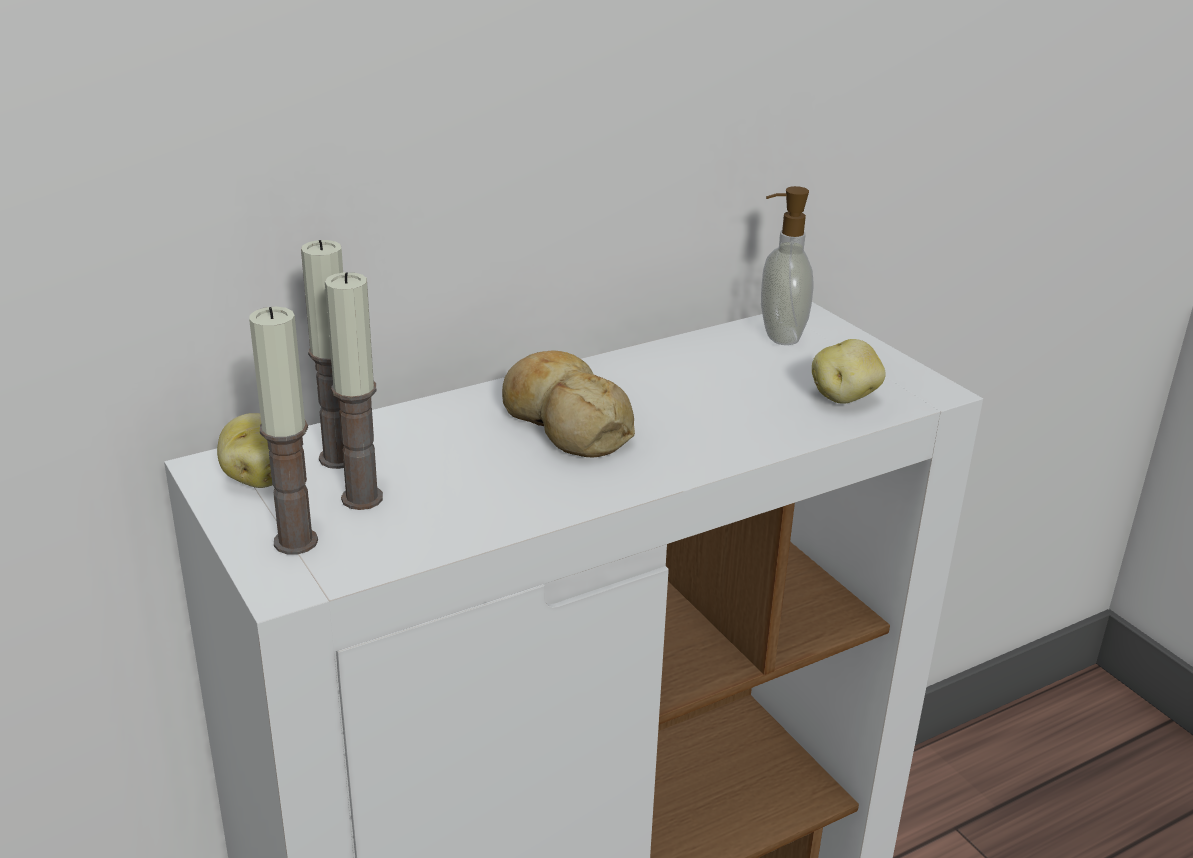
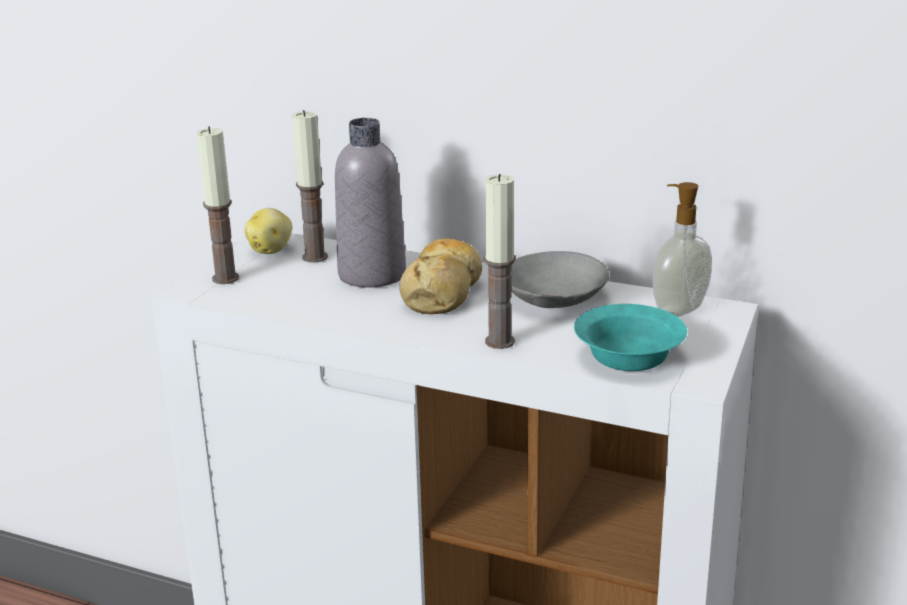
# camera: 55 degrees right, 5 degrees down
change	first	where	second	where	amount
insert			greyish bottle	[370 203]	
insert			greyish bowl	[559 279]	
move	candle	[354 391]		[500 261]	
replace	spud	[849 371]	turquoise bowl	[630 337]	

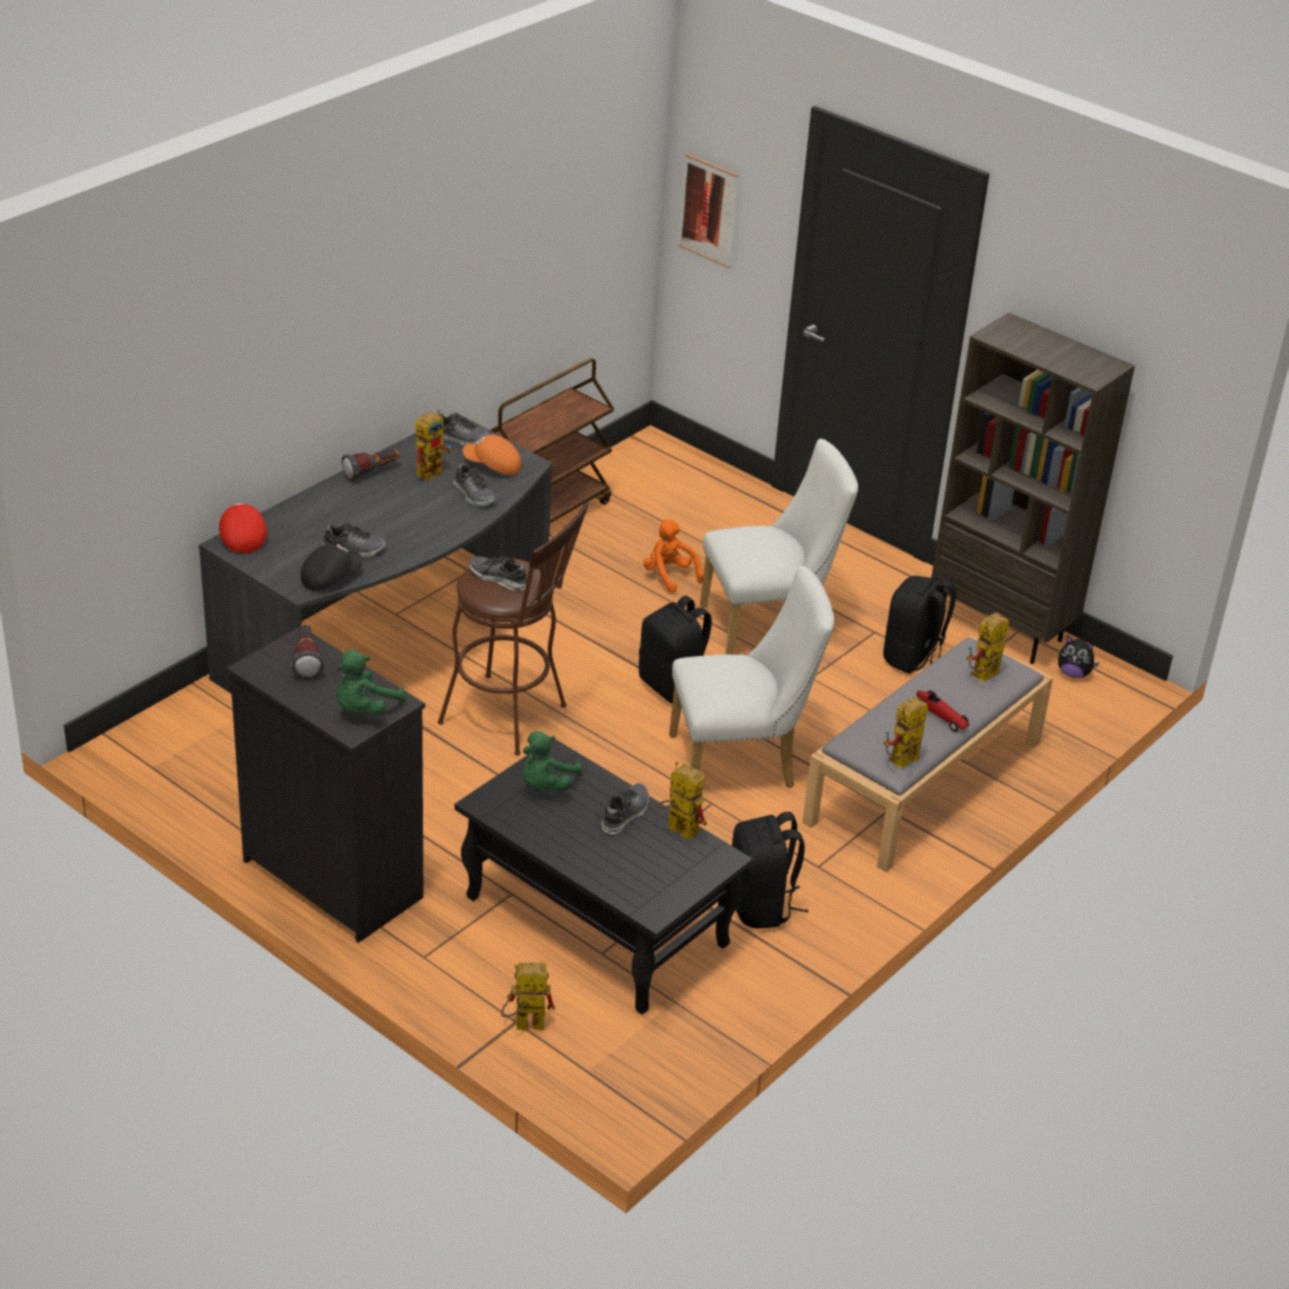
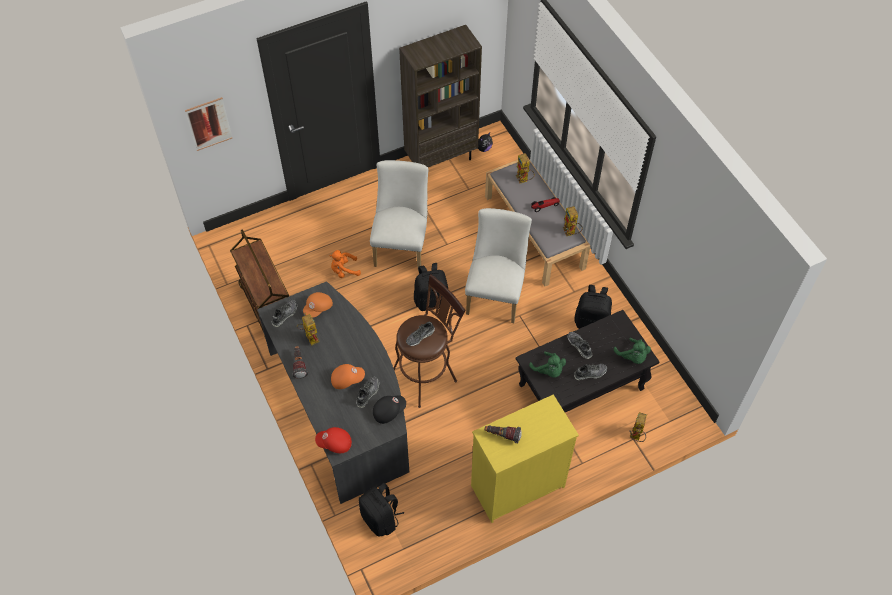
# camera: 65 degrees left, 20 degrees up
change	first	where	second	where	amount
delete	model robot	[680 801]			
insert			orange cap	[348 376]	
move	green-coloured plush toy	[371 683]		[632 351]	
move	shoe	[474 484]		[590 371]	
move	black-coloured rucksack	[920 625]		[381 509]	
recolor	black-coloured drawer chest	[326 784]	yellowish drawer chest	[525 458]	
rotate	black-coloured cap	[331 567]		[389 409]	75 degrees clockwise

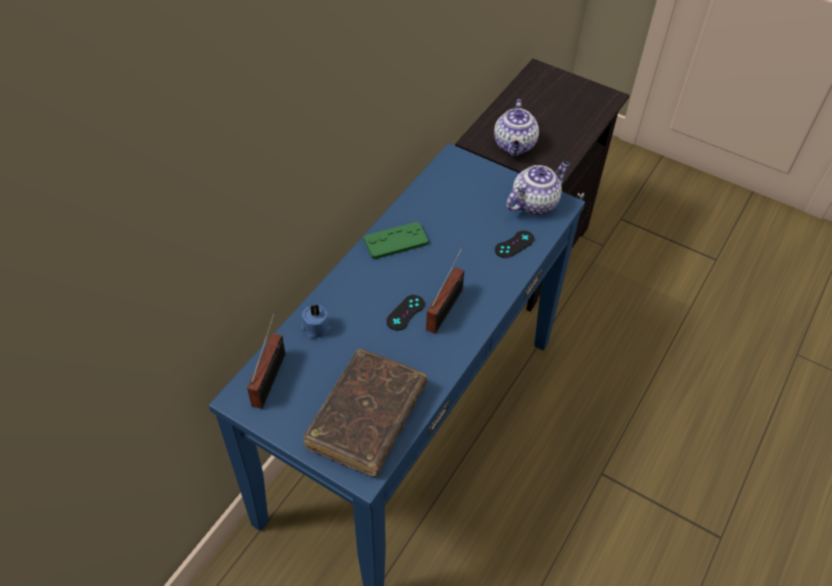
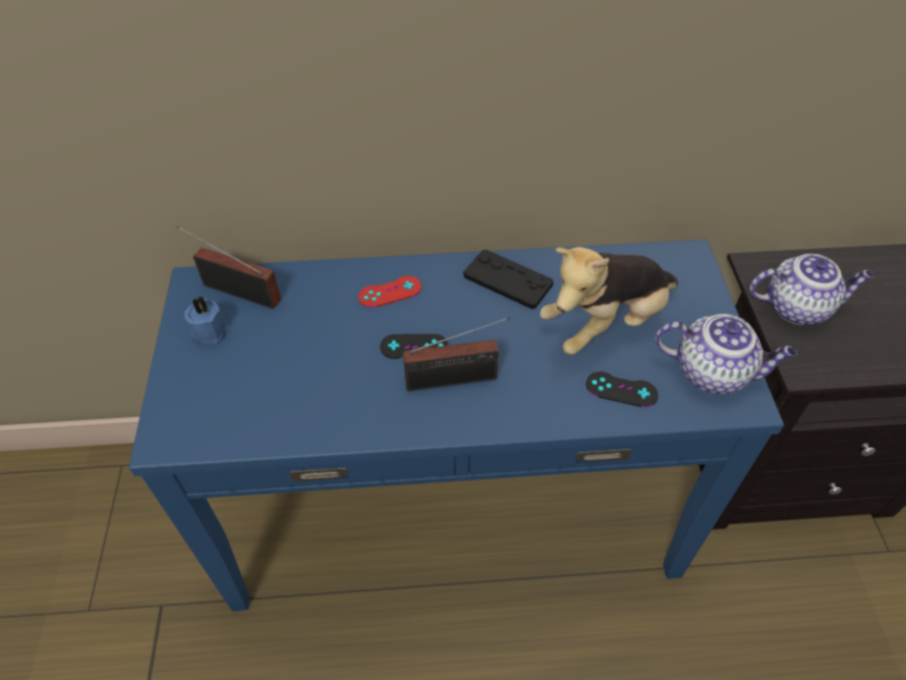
# camera: 55 degrees right, 0 degrees up
change	first	where	second	where	amount
delete	brown-coloured volume	[365 413]			
insert			red game controller	[389 292]	
insert			plush toy	[609 301]	
move	bluish candle	[316 321]		[207 320]	
recolor	green-coloured game controller	[396 240]	black-coloured game controller	[508 279]	
rotate	radio	[266 360]		[228 267]	135 degrees counterclockwise
rotate	tea pot	[516 127]		[812 289]	150 degrees counterclockwise

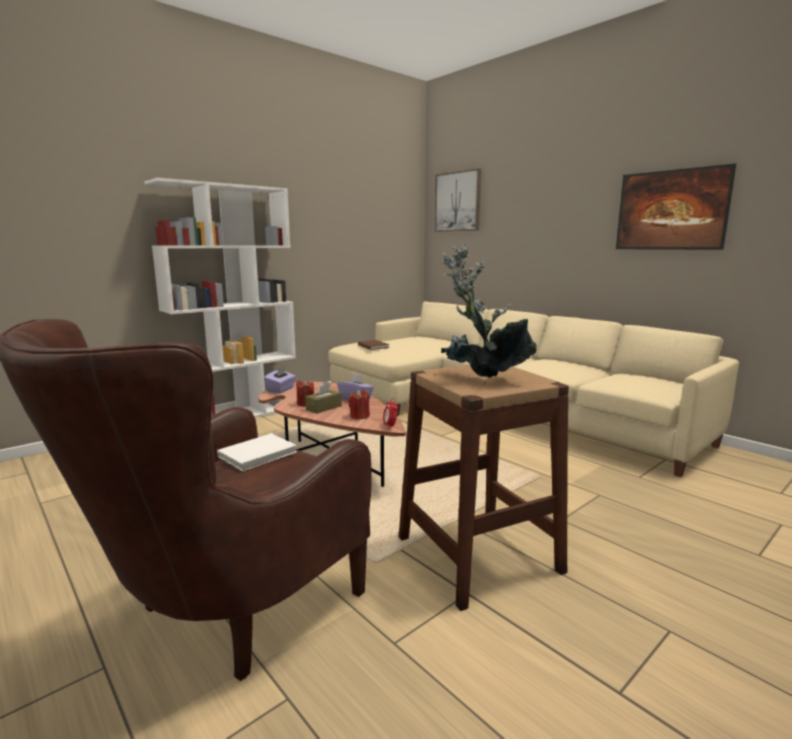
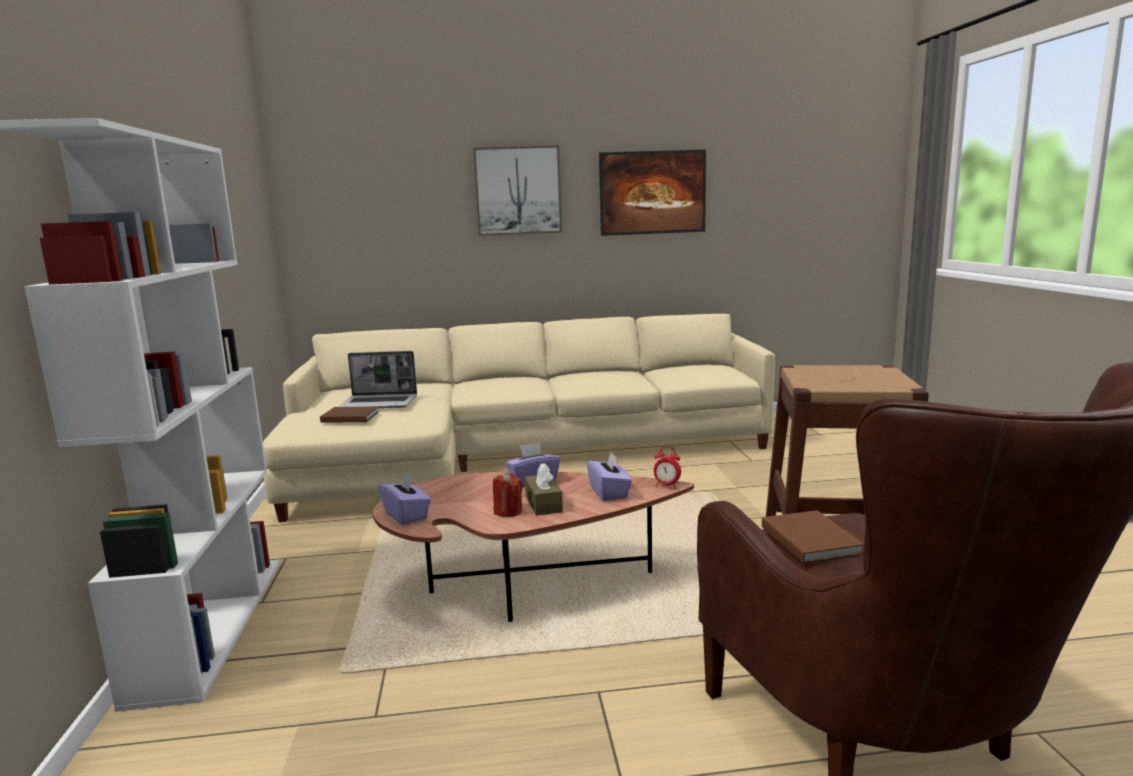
# camera: 55 degrees left, 0 degrees up
change	first	where	second	where	amount
delete	potted plant	[489 311]			
insert			notebook computer	[378 379]	
move	picture	[458 200]		[517 190]	
replace	red candle	[359 405]	purple-coloured box of tissues	[609 476]	
recolor	white-coloured volume	[257 452]	brown-coloured volume	[813 536]	

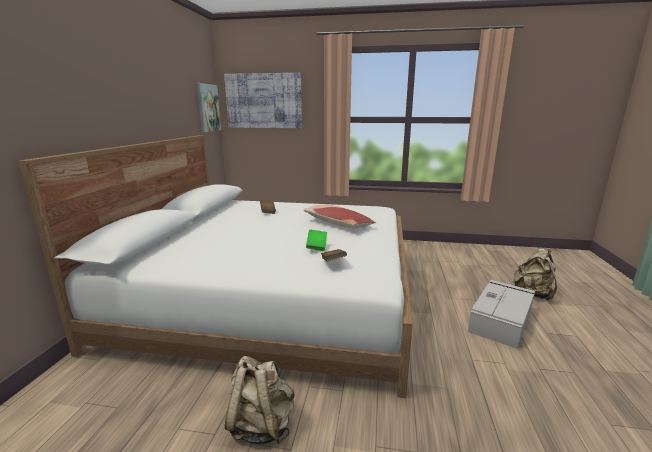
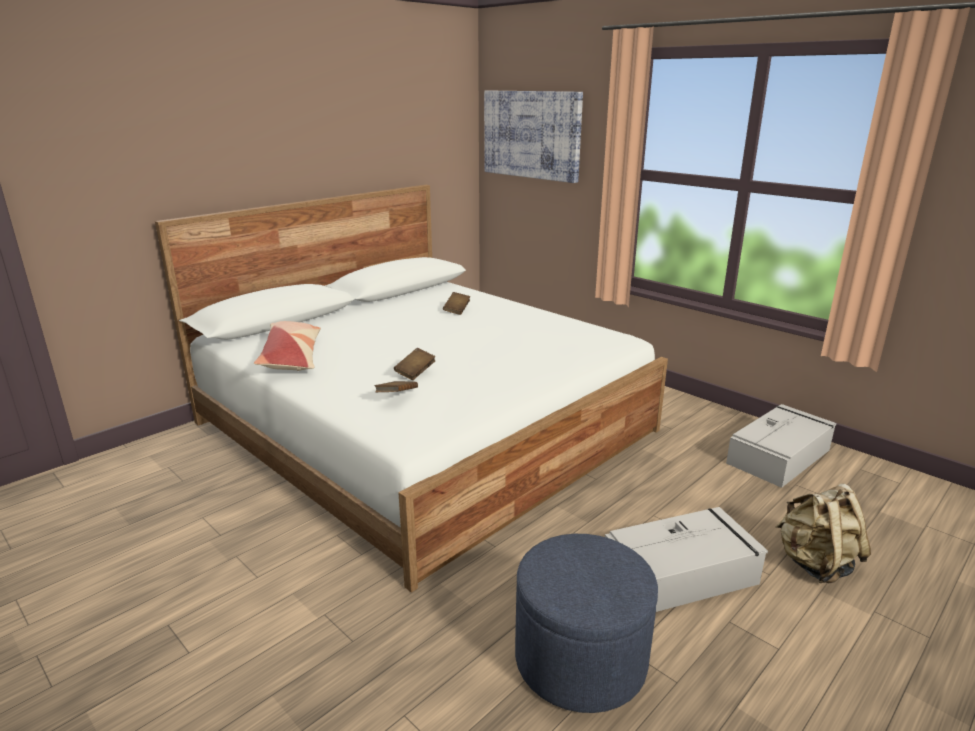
# camera: 35 degrees right, 5 degrees up
change	first	where	second	where	amount
delete	picture	[209 107]			
delete	sand-coloured rucksack	[259 400]			
insert			bluish pouffe	[586 623]	
insert			greyish storage bin	[781 446]	
move	cushion	[339 216]		[287 346]	
recolor	green-coloured volume	[316 240]	brown-coloured volume	[415 364]	

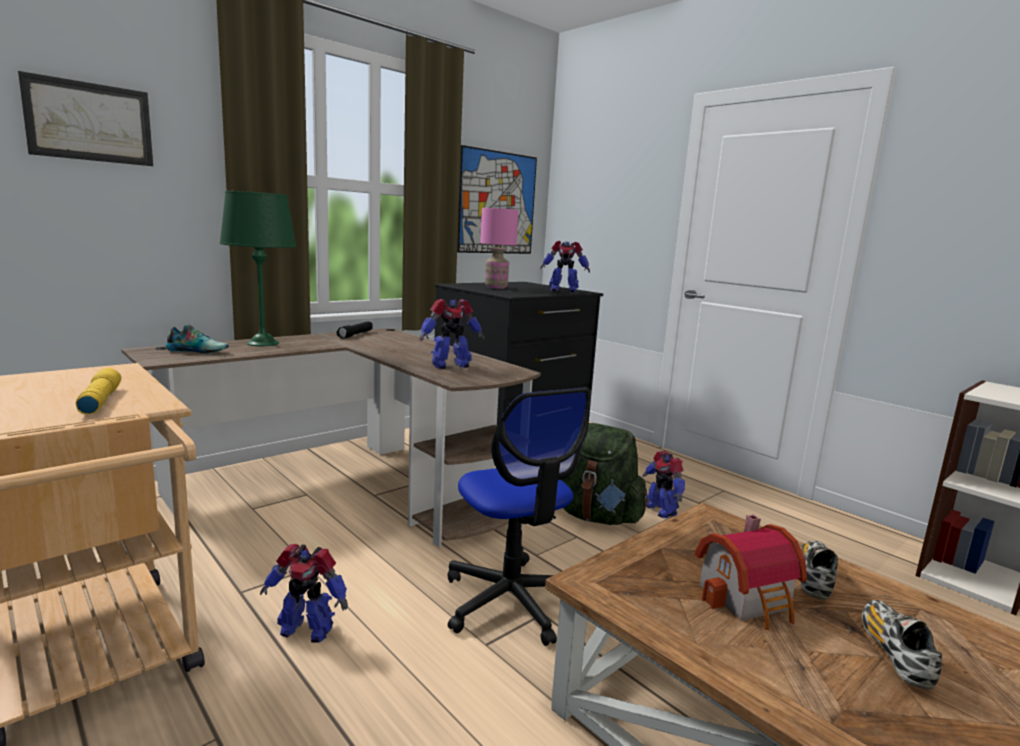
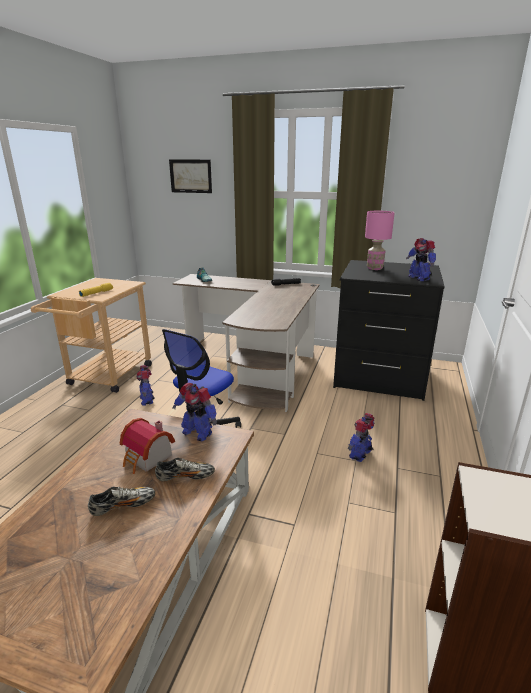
# camera: 60 degrees right, 10 degrees up
change	first	where	second	where	amount
delete	green-coloured table lamp	[258 268]			
delete	picture	[497 199]			
delete	green-coloured rucksack	[605 474]			
move	model robot	[451 334]		[195 412]	

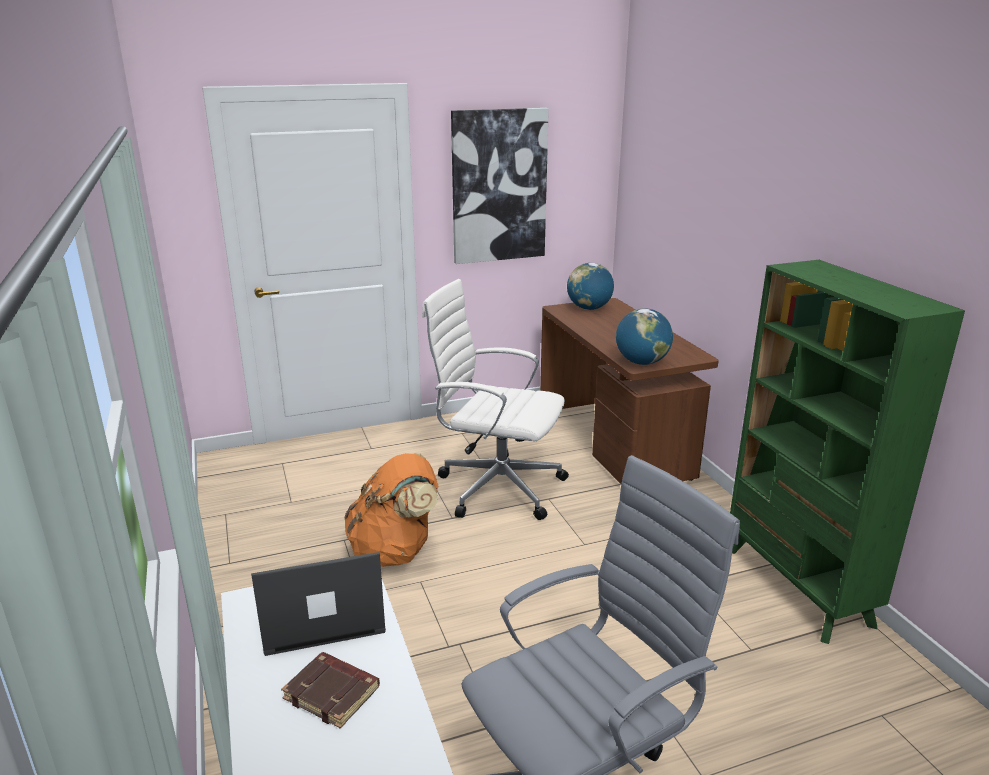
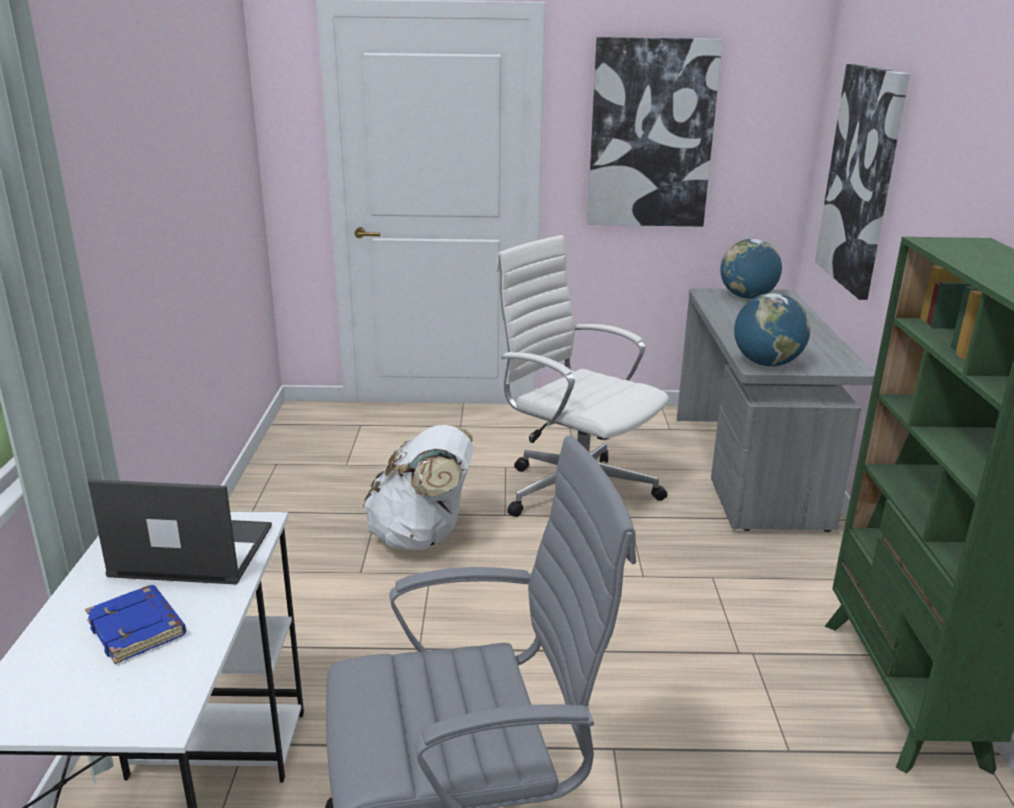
# camera: 20 degrees right, 0 degrees up
change	first	where	second	where	amount
insert			picture	[862 182]	
recolor	brown-coloured volume	[330 690]	bluish volume	[135 624]	
recolor	orange rucksack	[391 510]	white-coloured rucksack	[418 487]	
recolor	brown-coloured desk unit	[629 391]	greyish desk unit	[776 410]	

